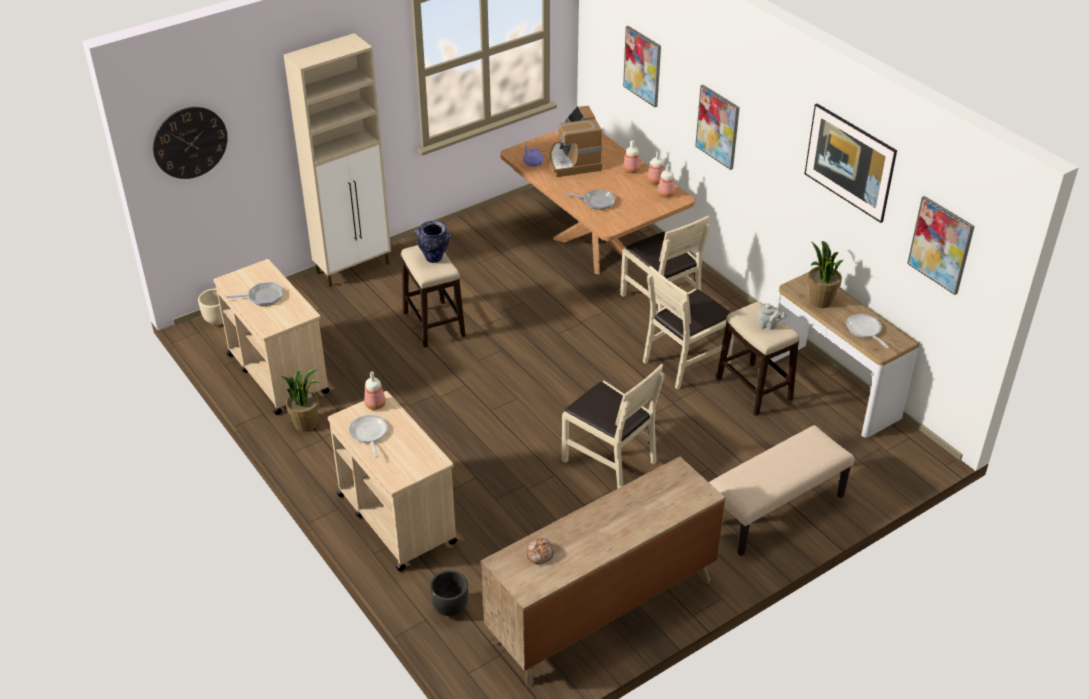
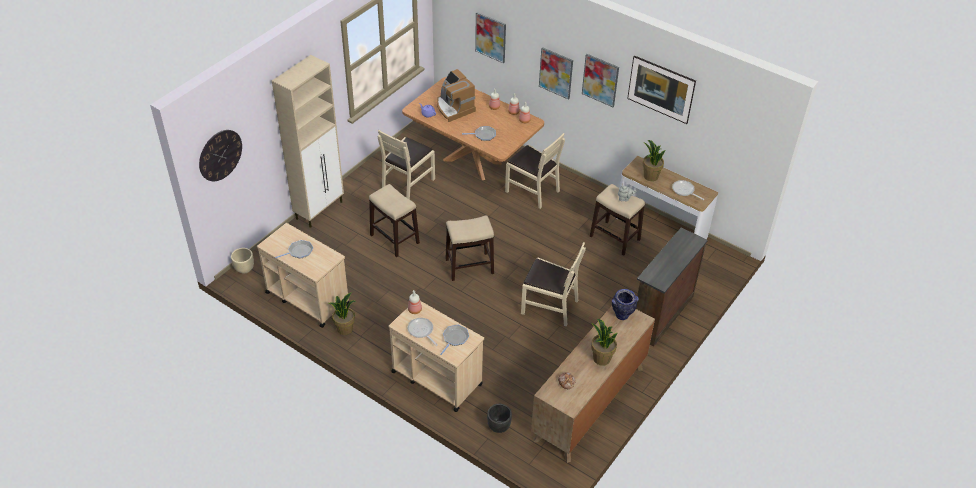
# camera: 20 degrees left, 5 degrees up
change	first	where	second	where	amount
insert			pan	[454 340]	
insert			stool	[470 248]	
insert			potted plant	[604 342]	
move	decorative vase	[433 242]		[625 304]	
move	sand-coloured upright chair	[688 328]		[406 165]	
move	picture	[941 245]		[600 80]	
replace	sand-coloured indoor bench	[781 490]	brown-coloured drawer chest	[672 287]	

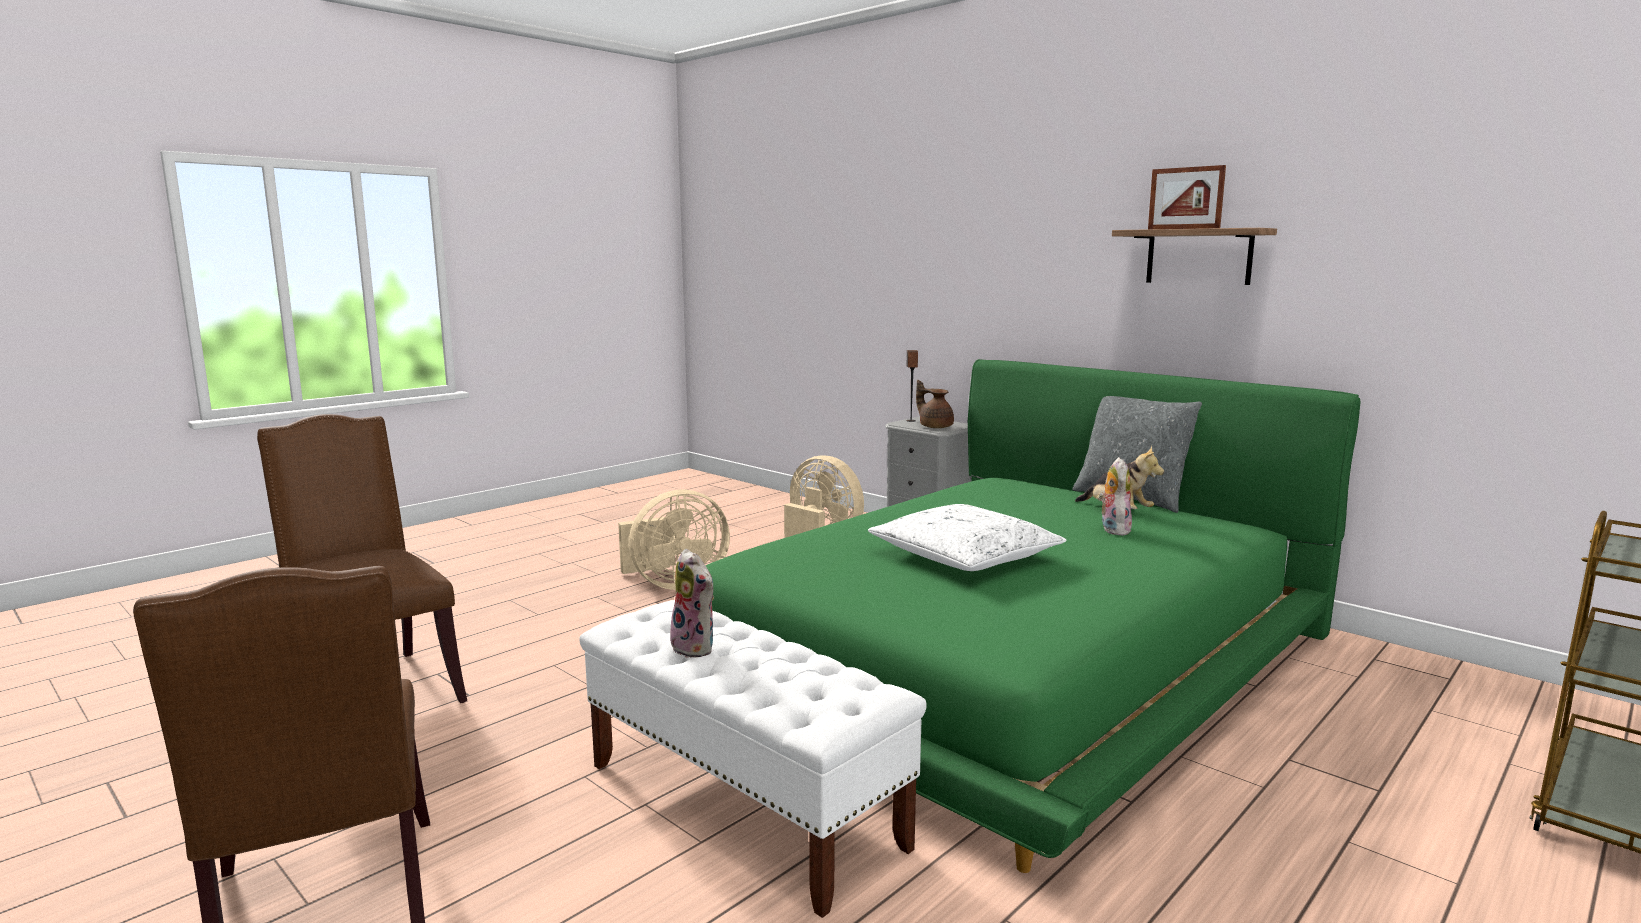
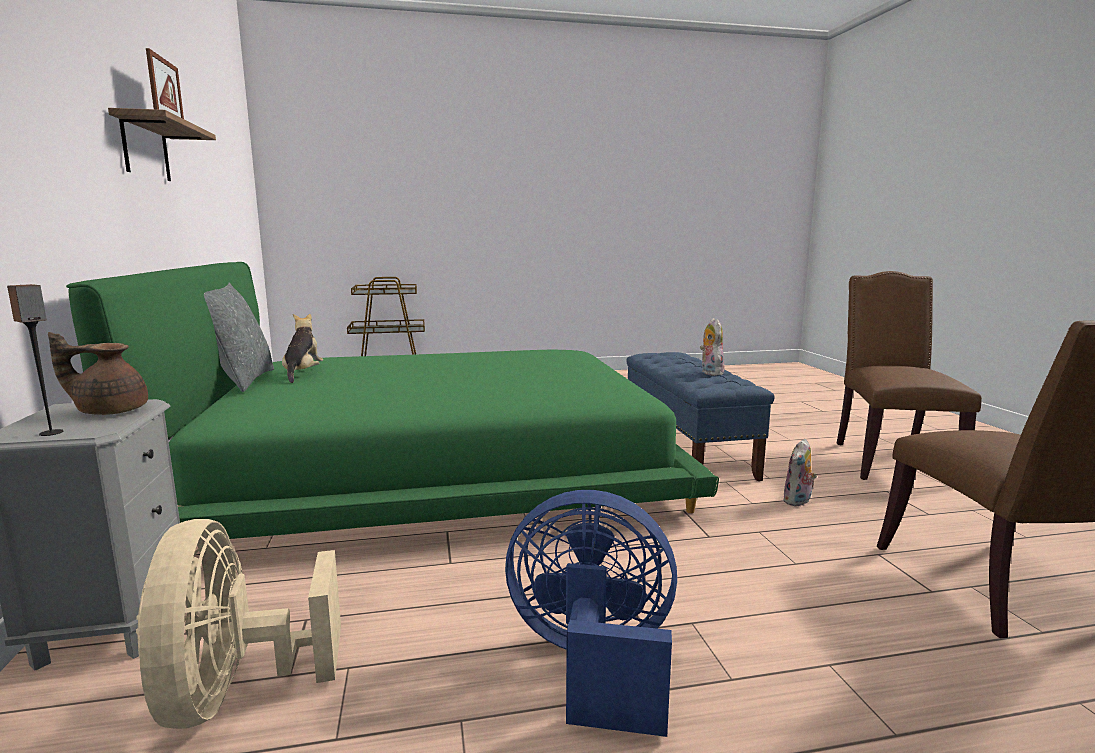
# camera: 145 degrees left, 0 degrees up
change	first	where	second	where	amount
delete	white-coloured cushion	[967 537]			
move	plush toy	[1115 496]		[800 472]	
recolor	white-coloured indoor bench	[753 759]	bluish indoor bench	[700 416]	
recolor	sand-coloured cooling fan	[674 539]	bluish cooling fan	[591 613]	
rotate	brown-coloured tea pot	[935 404]		[98 373]	90 degrees clockwise

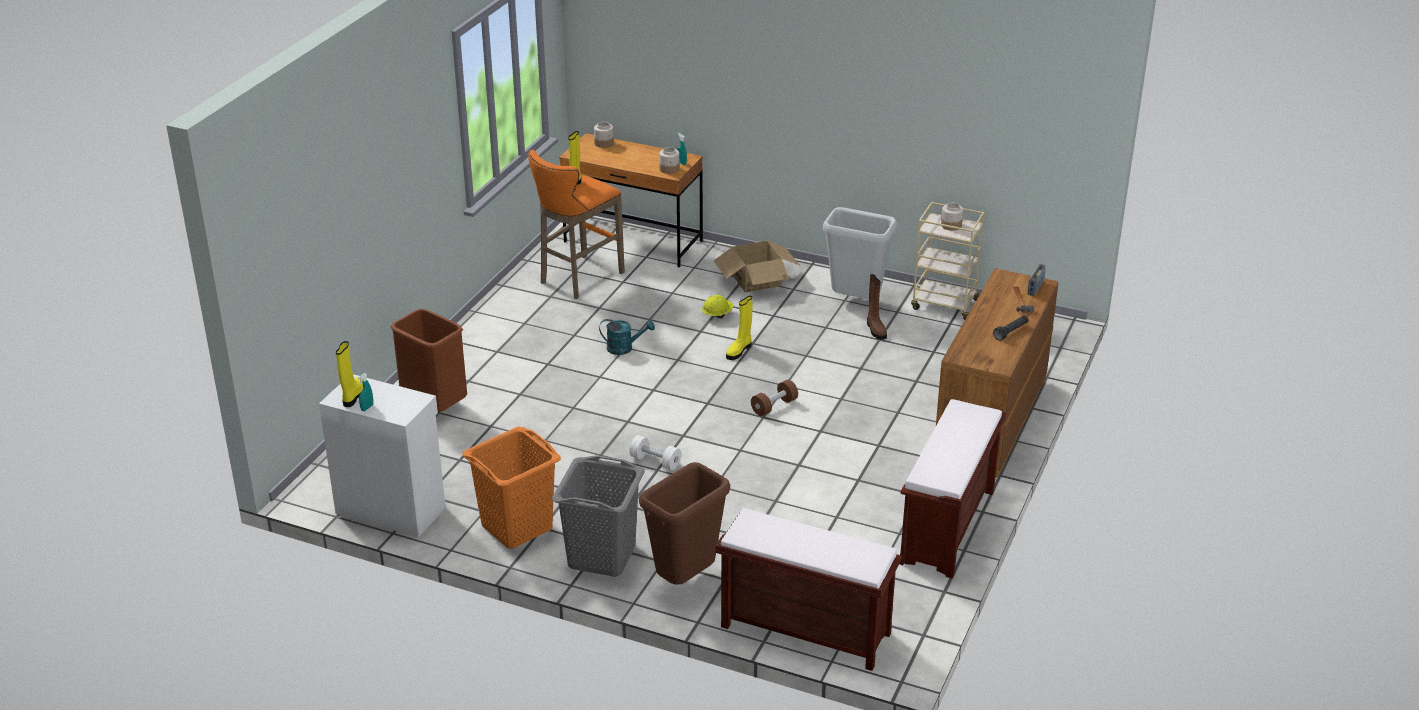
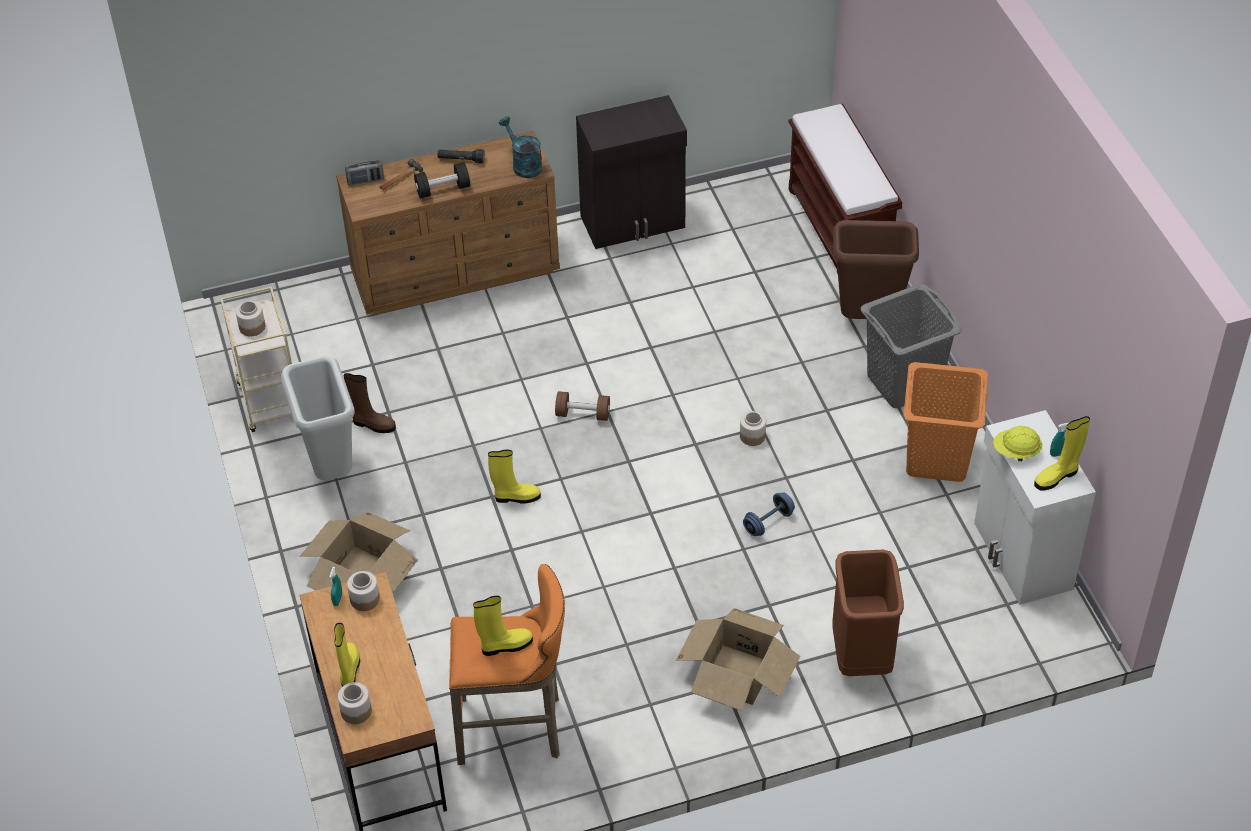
# camera: 130 degrees left, 15 degrees up
change	first	where	second	where	amount
insert			yellowish tall boot	[347 655]	
insert			black-coloured free weight	[442 180]	
insert			packing box	[738 659]	
insert			bluish free weight	[769 514]	
move	turquoise watering pot	[627 337]		[520 147]	
move	yellowish work helmet	[717 307]		[1017 443]	
replace	white-coloured free weight	[655 452]	jar	[753 428]	
replace	brown-coloured indoor bench	[952 489]	black-coloured cabinet	[631 172]	
rotate	brown-coloured tall boot	[877 307]		[370 403]	75 degrees clockwise

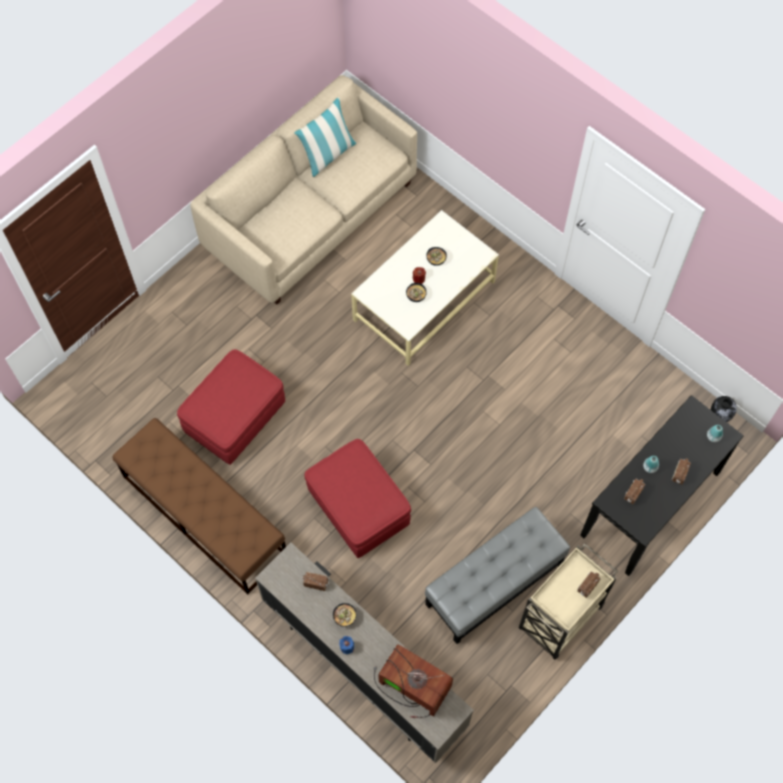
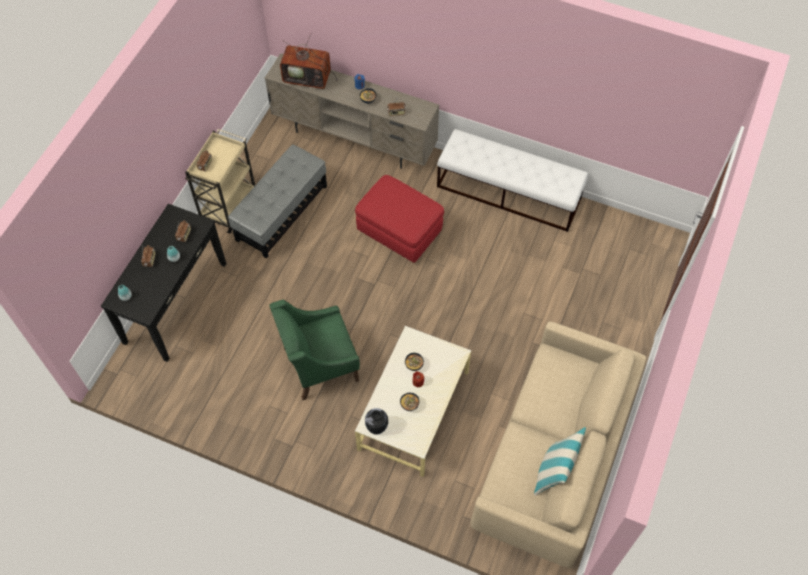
# camera: 160 degrees right, 5 degrees down
change	first	where	second	where	amount
delete	red pouffe	[231 407]			
insert			green-coloured lounge chair	[314 350]	
move	decorative vase	[724 409]		[376 421]	
recolor	brown-coloured indoor bench	[199 506]	white-coloured indoor bench	[512 180]	

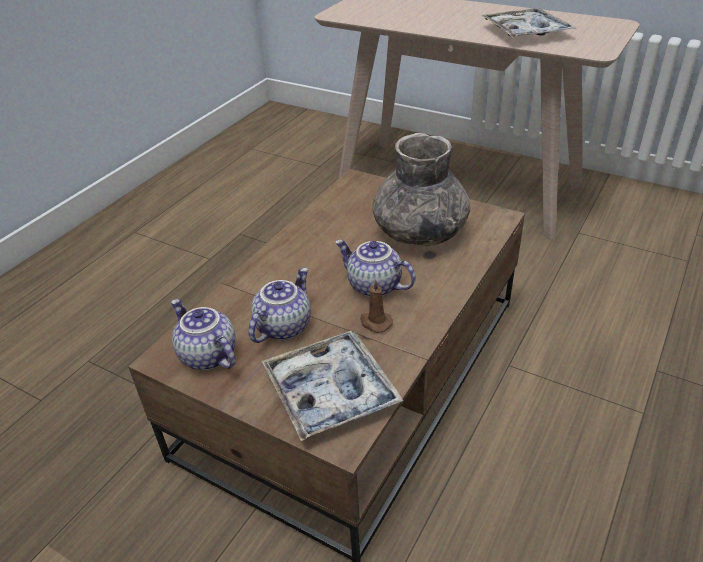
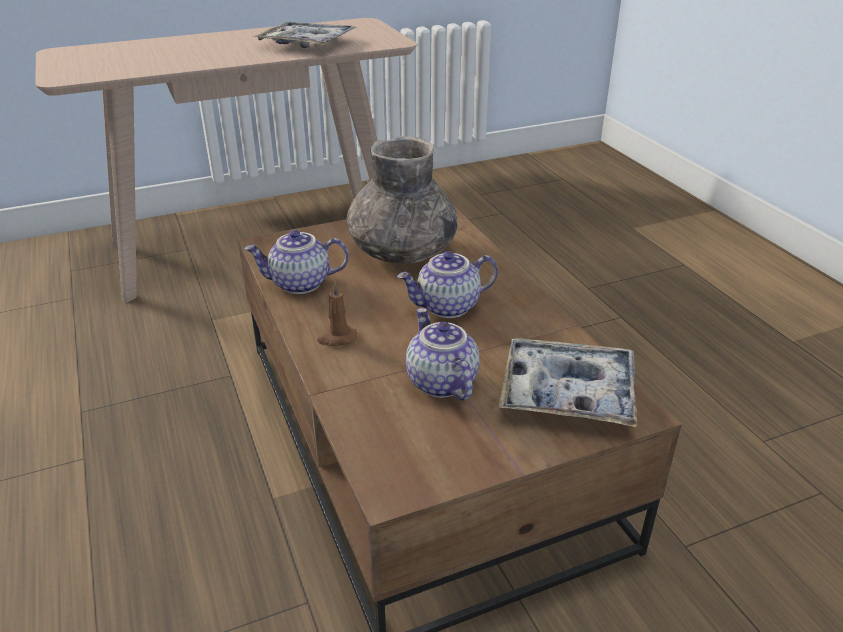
# camera: 55 degrees left, 5 degrees down
change	first	where	second	where	amount
move	tea pot	[203 334]		[296 262]	
move	brown-coloured candle	[376 306]		[337 314]	

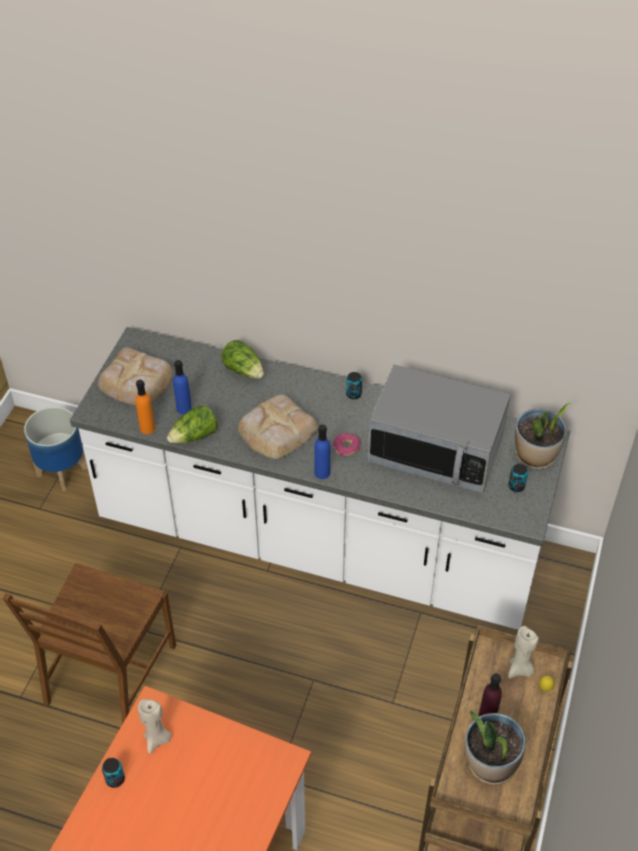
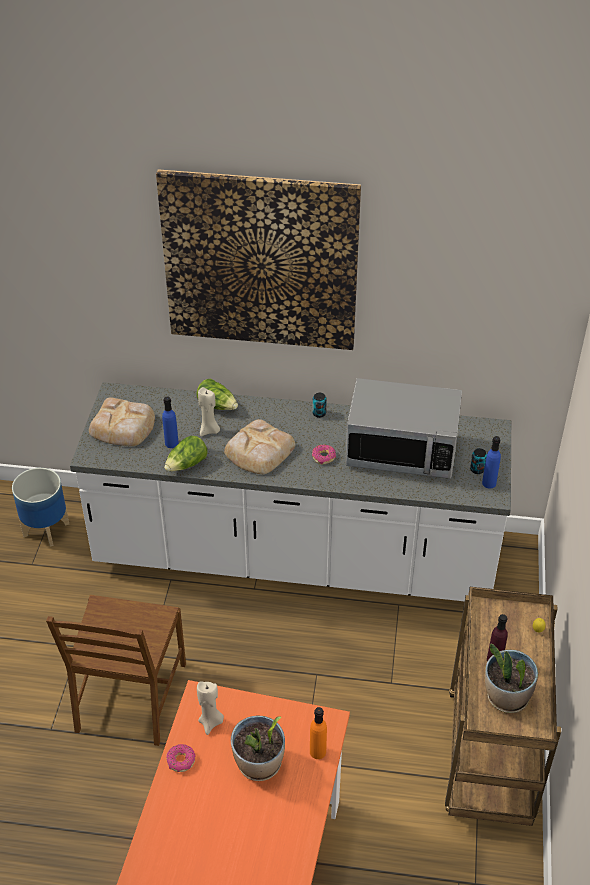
# camera: 10 degrees left, 5 degrees down
change	first	where	second	where	amount
insert			picture	[258 259]	
move	orange bottle	[145 407]		[318 733]	
move	bluish bottle	[322 451]		[491 462]	
move	sand-coloured candle	[523 652]		[209 411]	
move	potted plant	[543 436]		[258 748]	
replace	sealed can	[113 773]	ring doughnut	[180 758]	

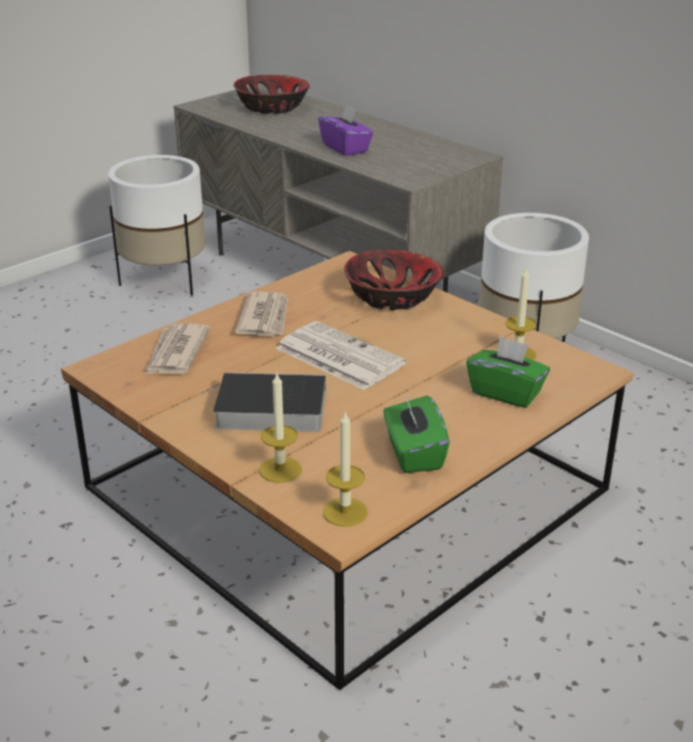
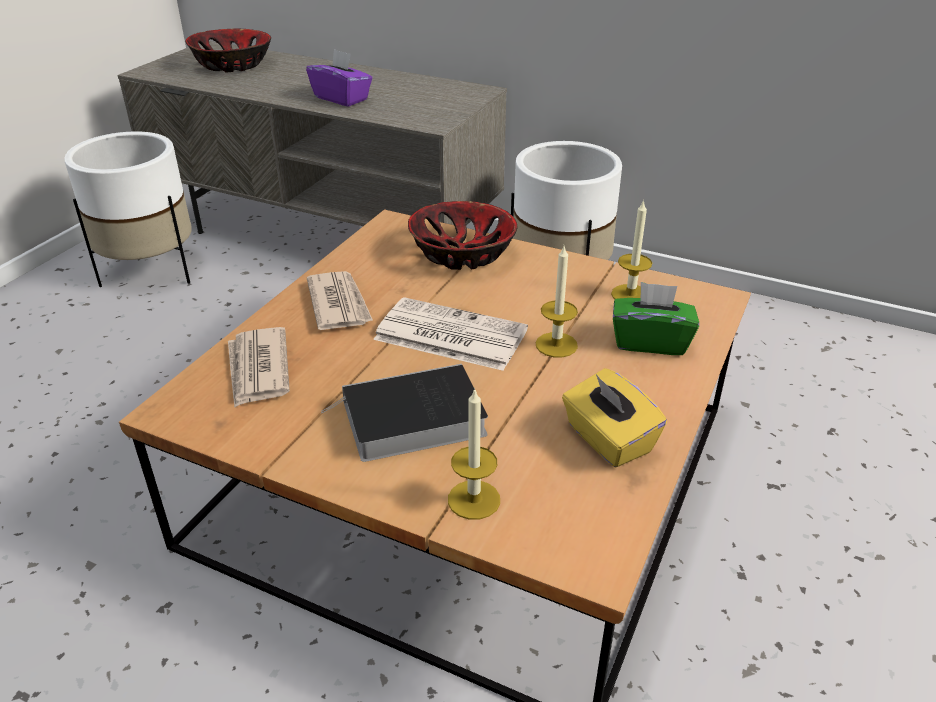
# camera: 20 degrees left, 5 degrees up
change	first	where	second	where	amount
move	candle	[345 468]		[557 301]	
recolor	green-coloured box of tissues	[416 433]	yellowish box of tissues	[614 417]	

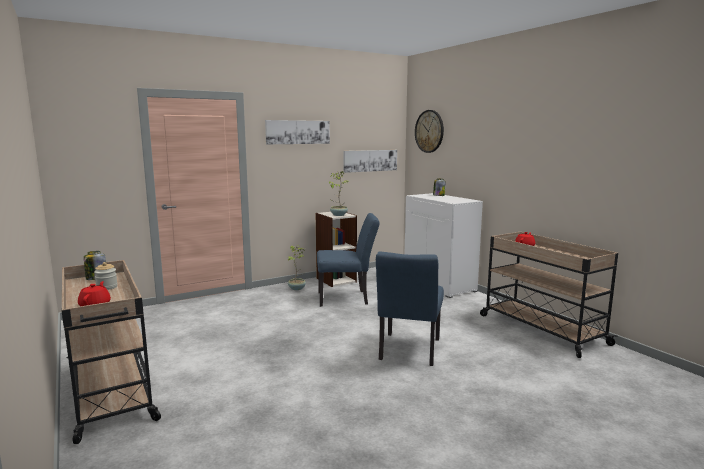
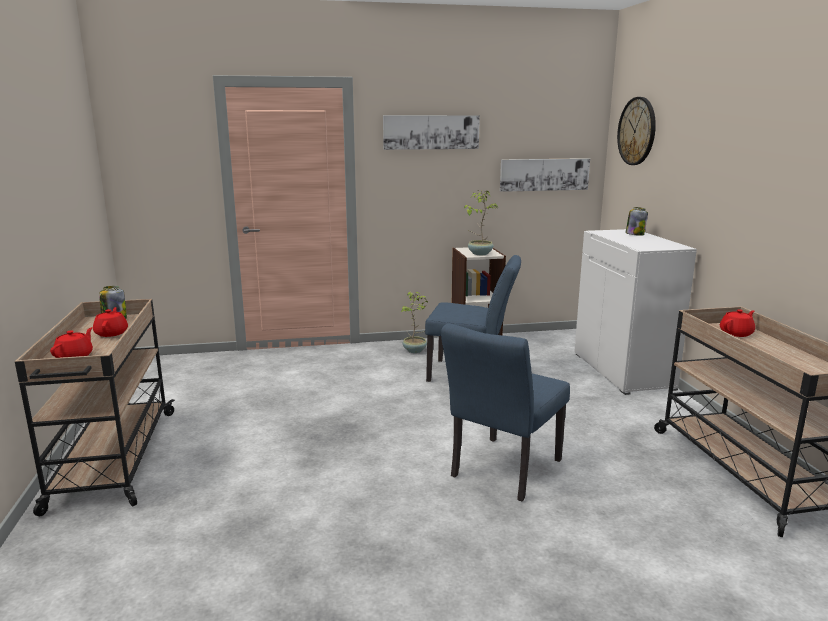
# camera: 20 degrees right, 5 degrees up
change	first	where	second	where	amount
replace	jar	[106 276]	red tea pot	[110 322]	

